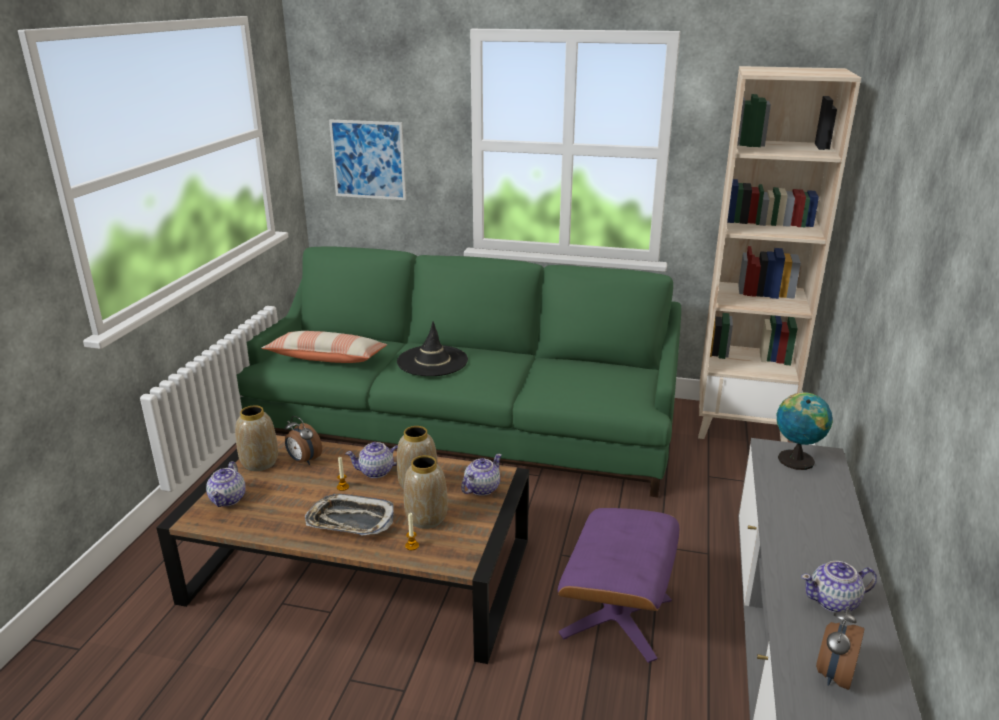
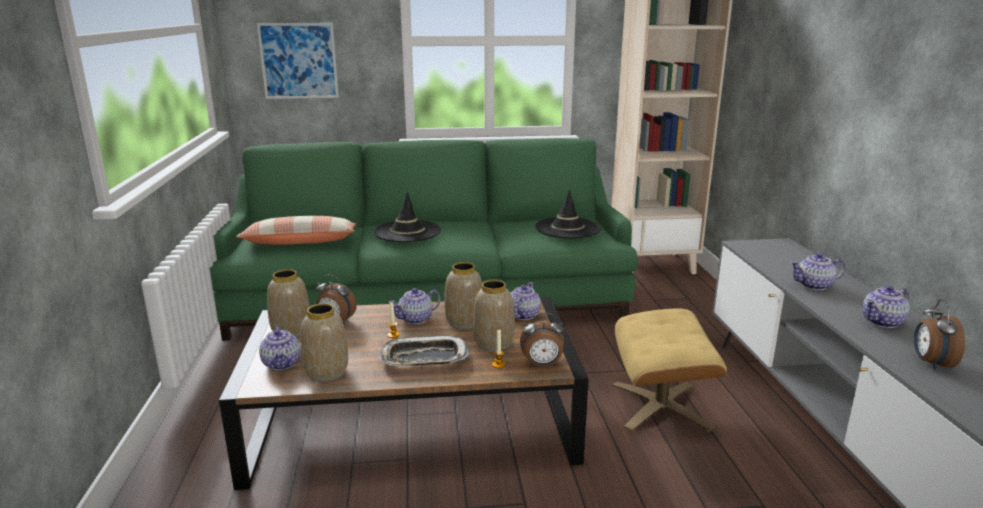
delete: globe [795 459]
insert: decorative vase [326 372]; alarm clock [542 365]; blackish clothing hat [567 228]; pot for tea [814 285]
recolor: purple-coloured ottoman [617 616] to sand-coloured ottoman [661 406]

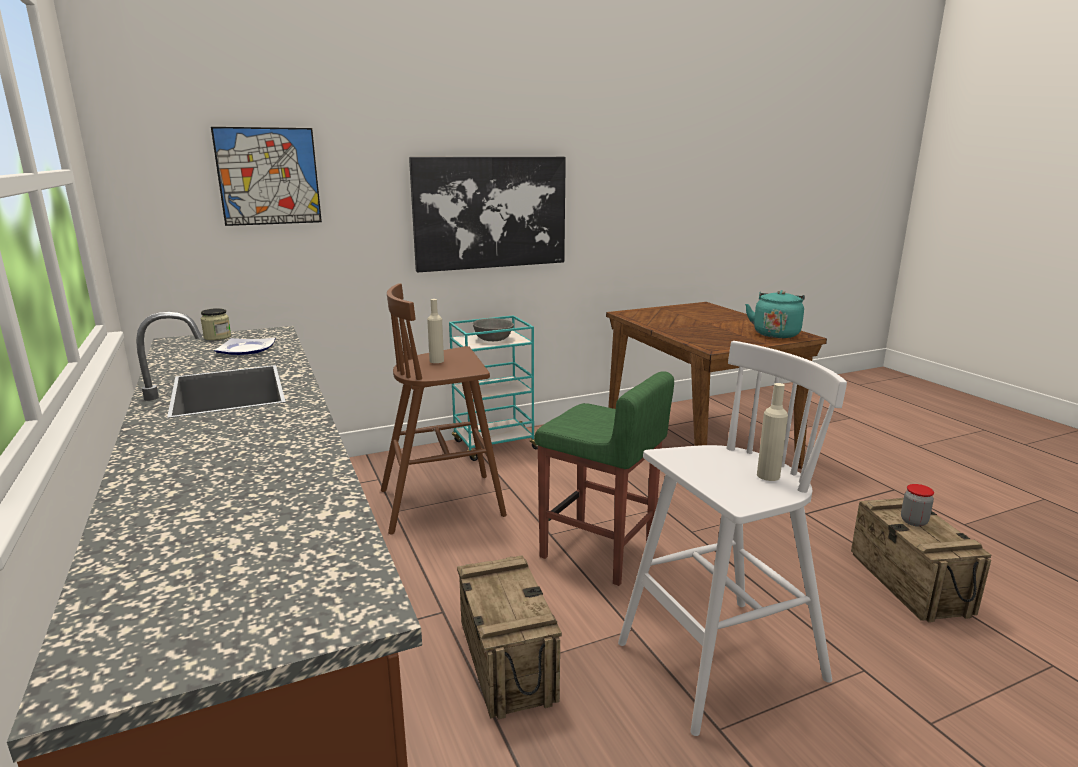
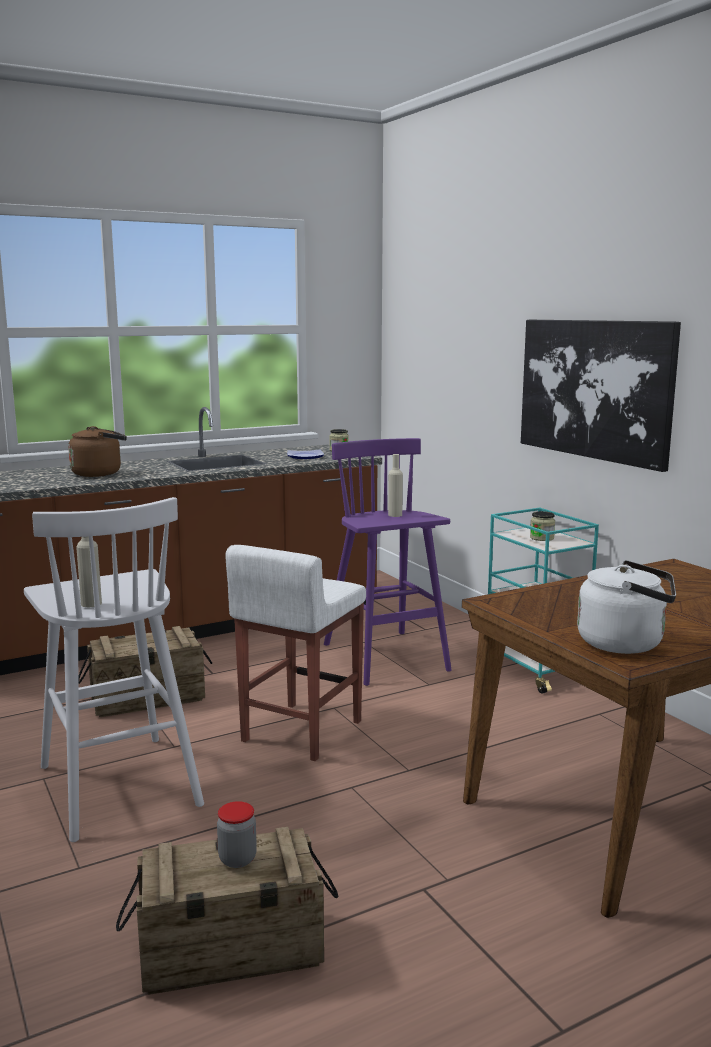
delete: picture [268 176]
insert: brown-coloured tea kettle [99 473]
replace: gray deep dish [493 339] to storage jar [542 538]
recolor: brown-coloured stool seat [444 502] to purple-coloured stool seat [386 658]; green-coloured stool seat [599 552] to white-coloured stool seat [300 731]; turquoise-coloured tea kettle [775 333] to white-coloured tea kettle [625 643]

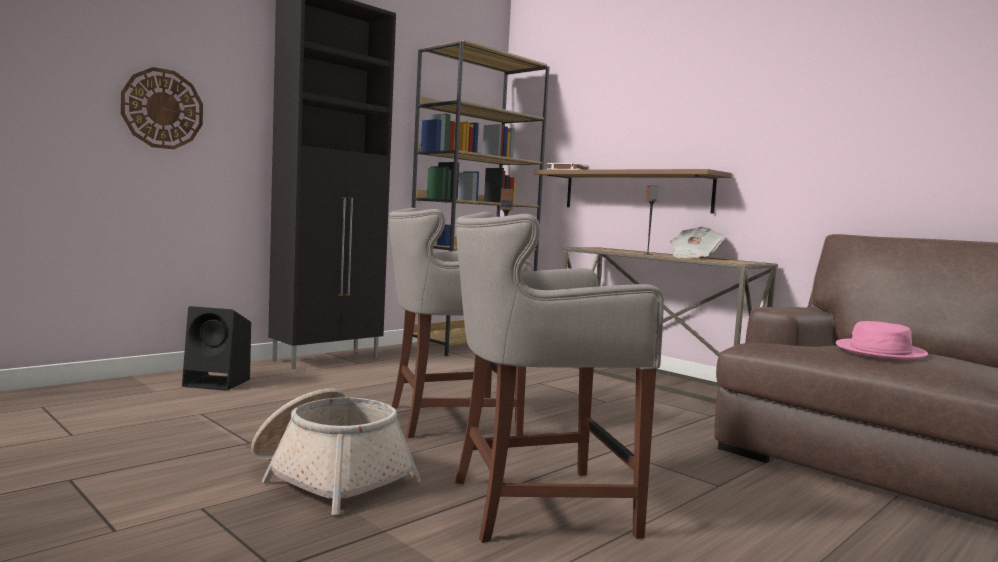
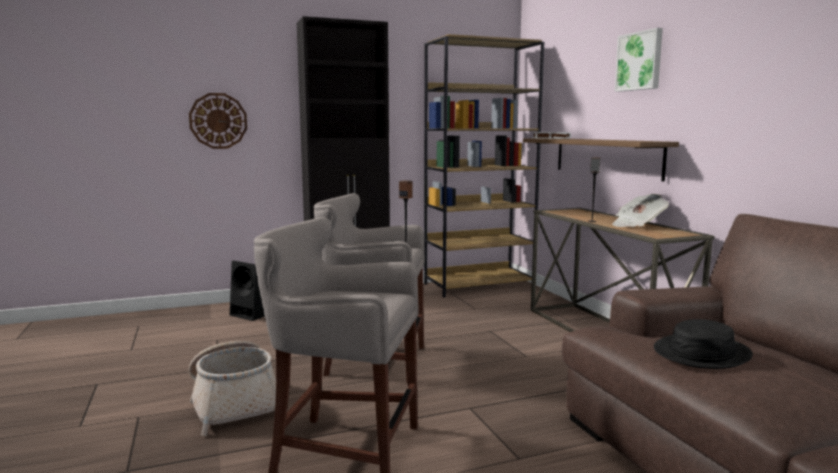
insert: picture [640 61]
recolor: pink-coloured clothing hat [879 351] to blackish clothing hat [701 353]

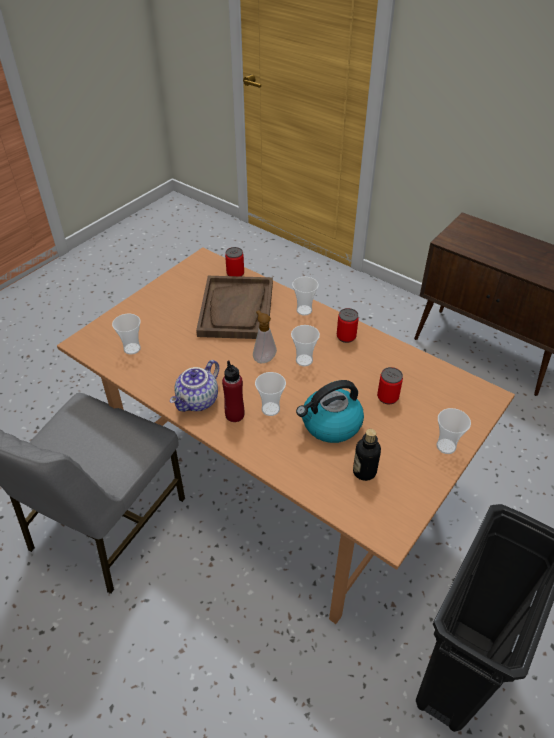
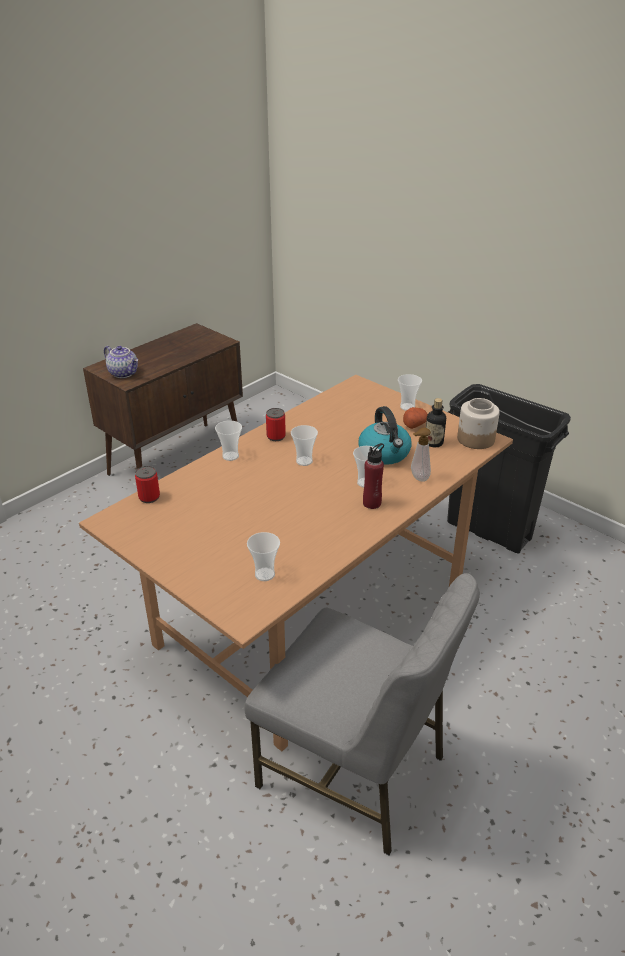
delete: brown-coloured carrying tray [236 309]; can [387 397]
insert: spud [414 424]; storage jar [475 439]
move: pot for tea [198 401] to [124 373]; soap dispenser [263 358] to [418 478]

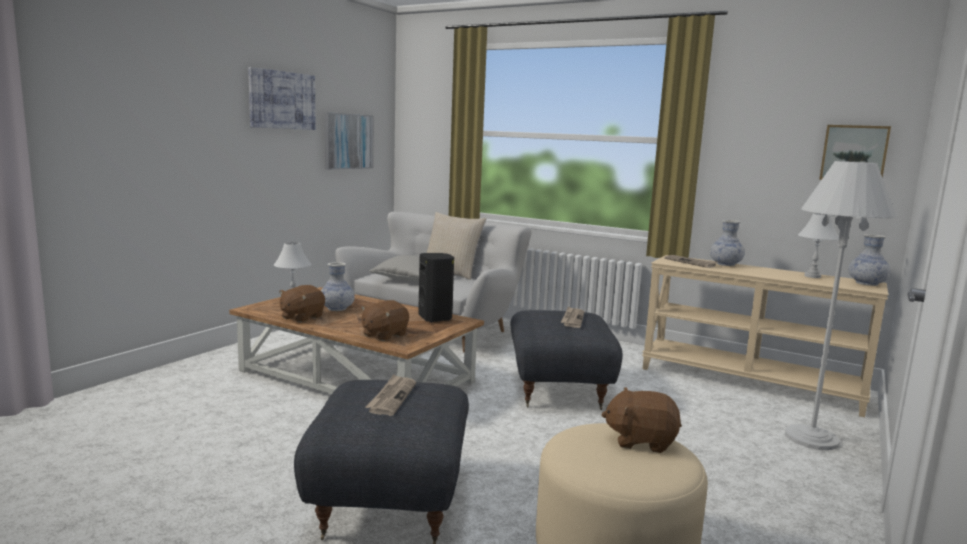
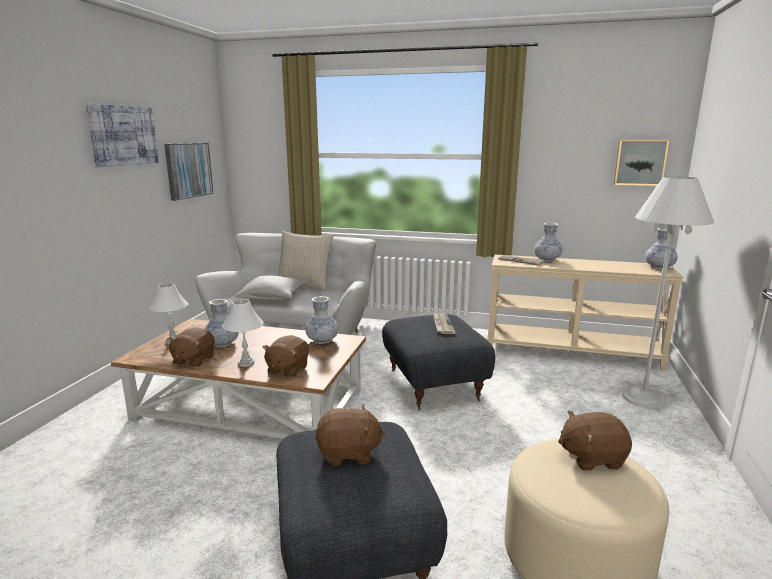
move: white-coloured tabletop lamp [812 276] to [246 363]
replace: daily paper [391 397] to brown-coloured soft toy [348 453]; blackish audio speaker [436 318] to decorative vase [322 340]

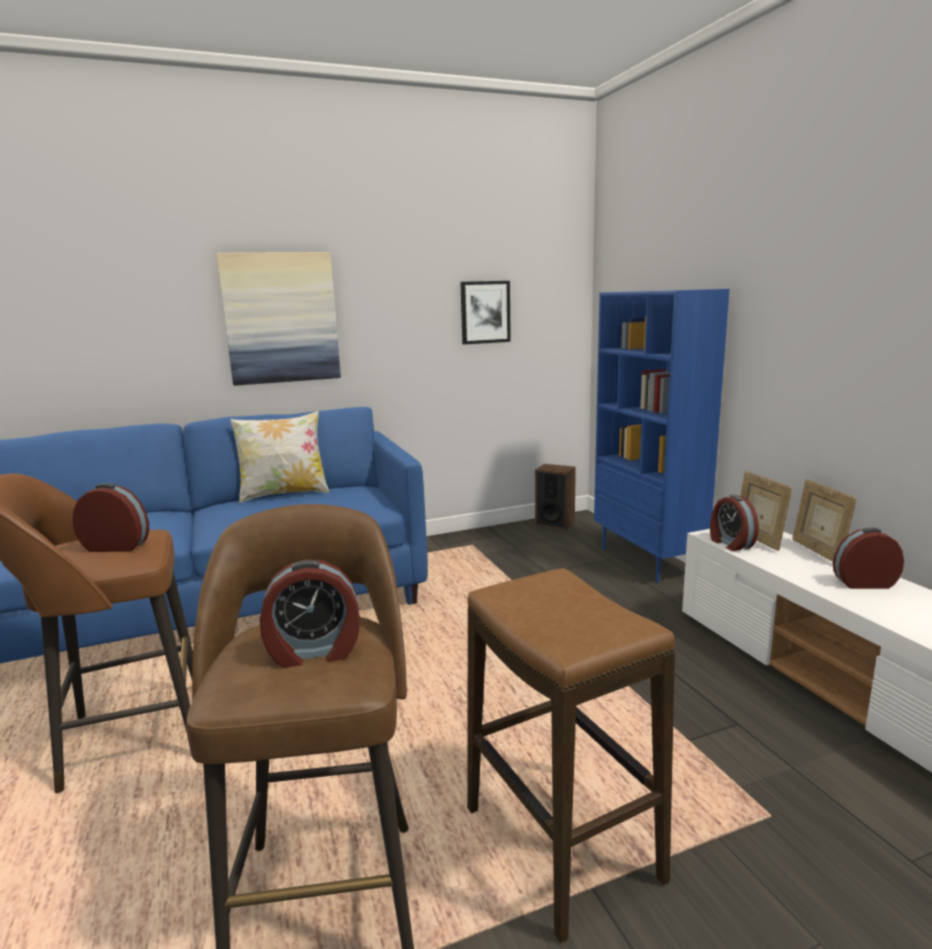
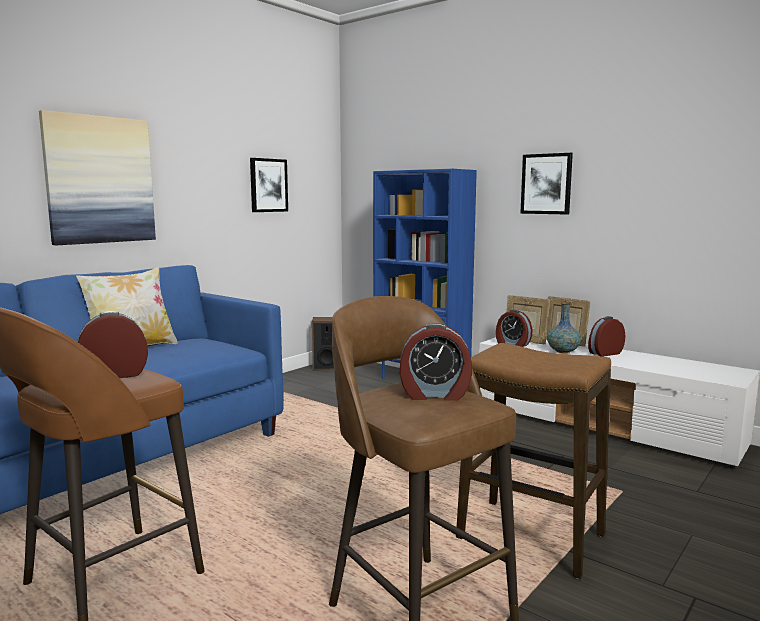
insert: picture [546 184]; decorative vase [563 351]
rotate: alarm clock [314 652] = [435 395] 45 degrees clockwise

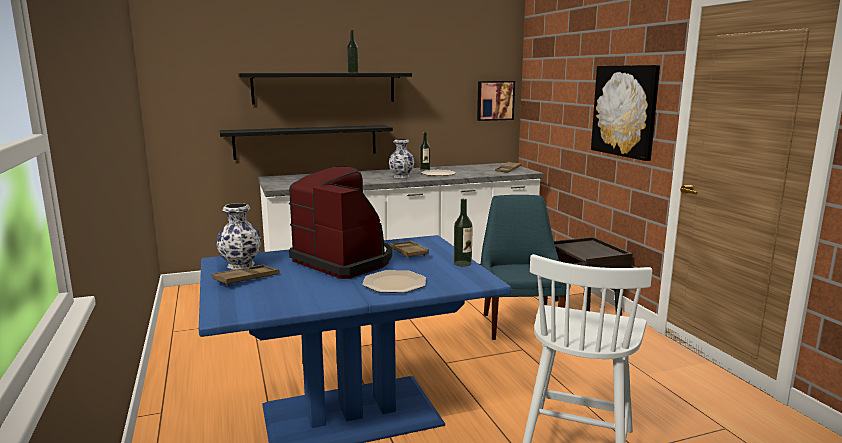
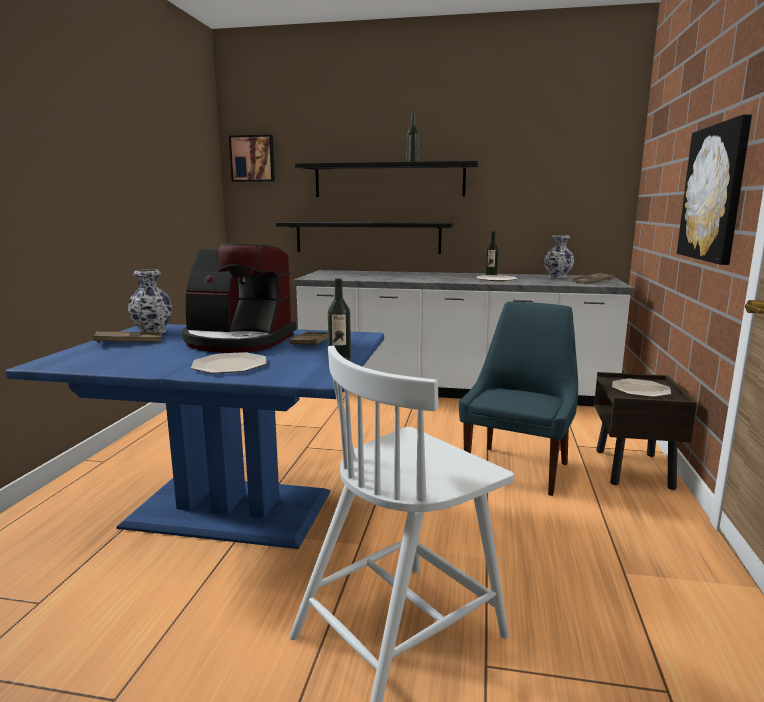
insert: dinner plate [640 389]
move: decorative vase [401 176] to [557 276]; picture [495 100] to [253 158]
rotate: coffee maker [344 261] = [238 341] 120 degrees clockwise

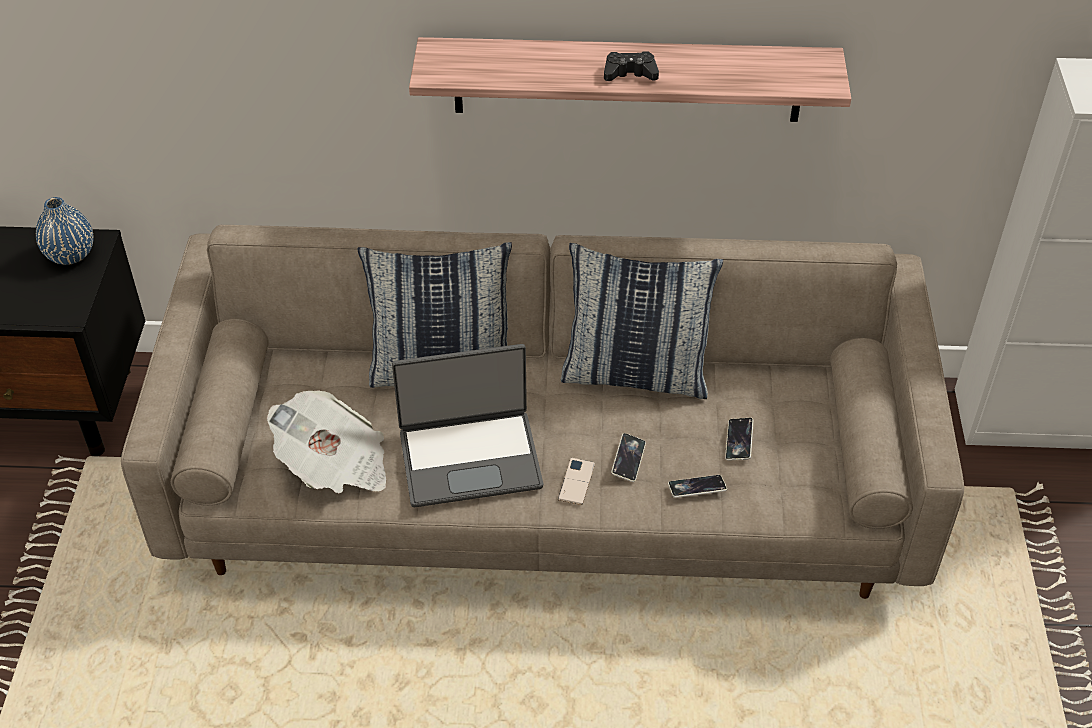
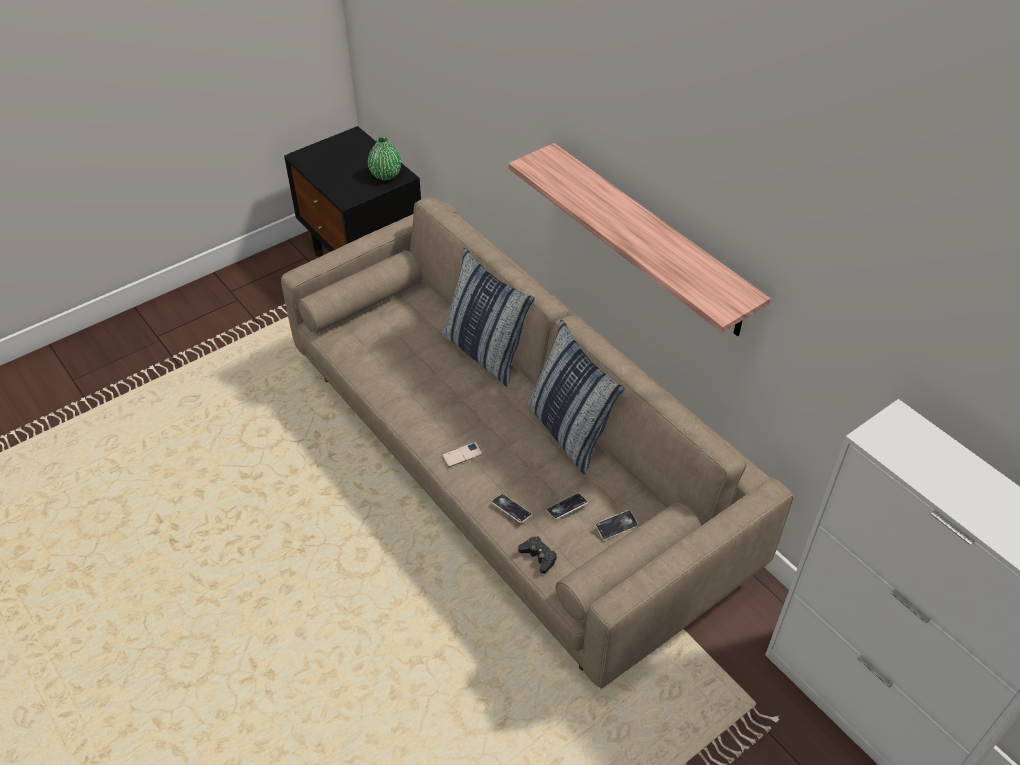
delete: daily paper [335 465]; laptop [470 457]
move: blackish joypad [630 73] to [538 556]; phone [628 460] to [616 526]
recolor: blue-coloured decorative vase [70 254] to green-coloured decorative vase [385 174]

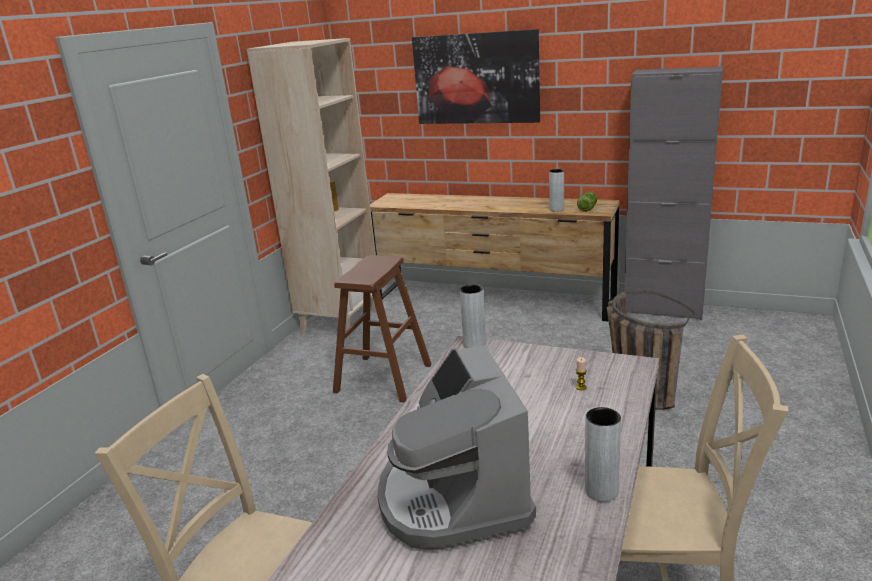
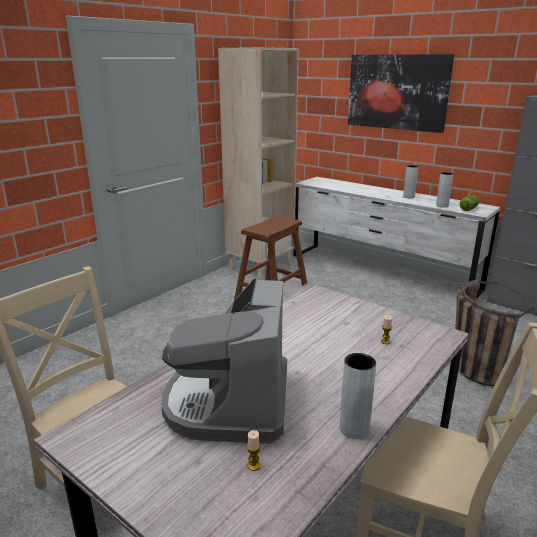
insert: wax candle [253 465]
move: gray decorative vase [474 345] to [408 197]
recolor: brown-coloured chest of drawers [492 299] to white-coloured chest of drawers [381 272]

